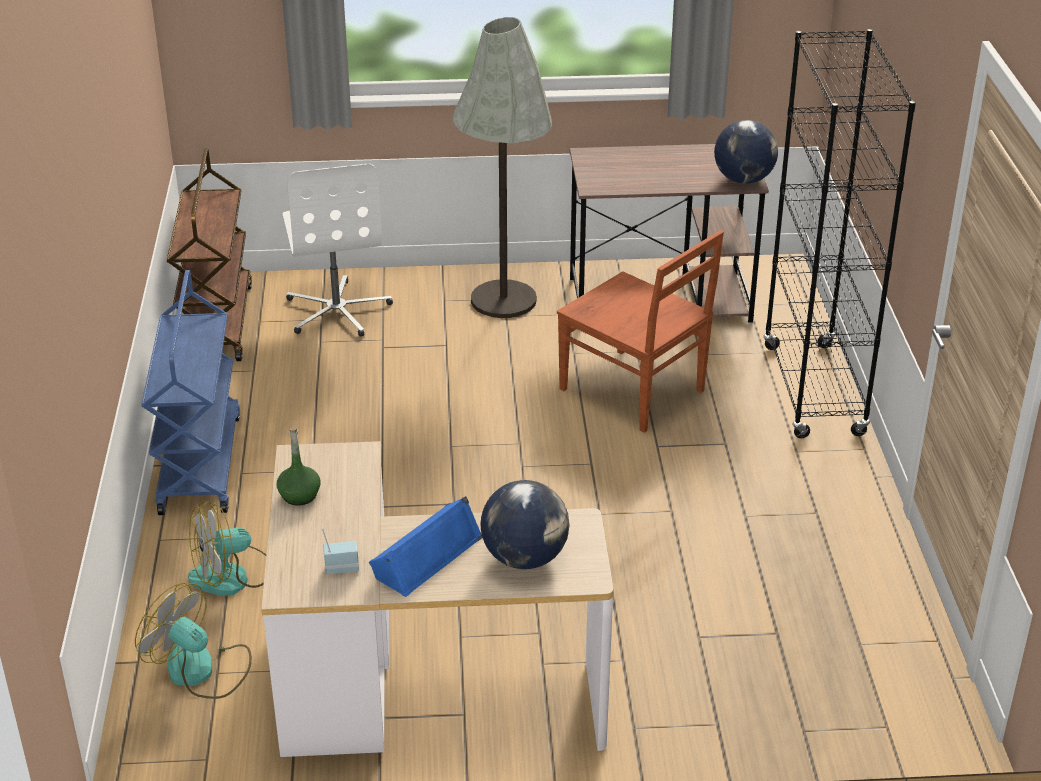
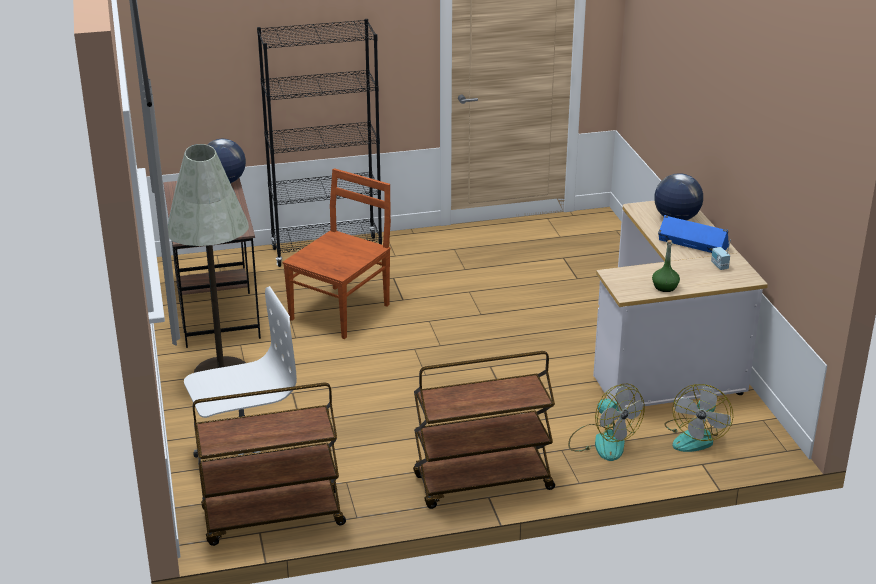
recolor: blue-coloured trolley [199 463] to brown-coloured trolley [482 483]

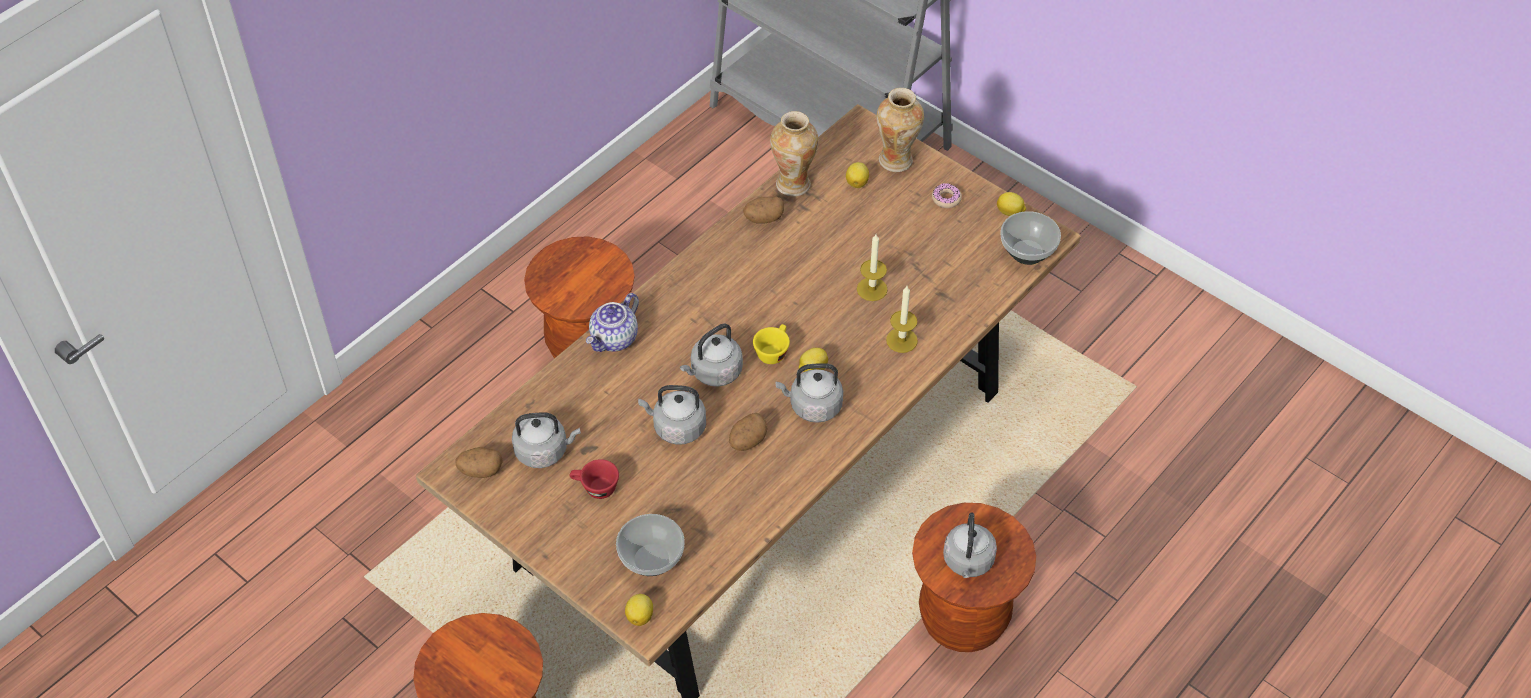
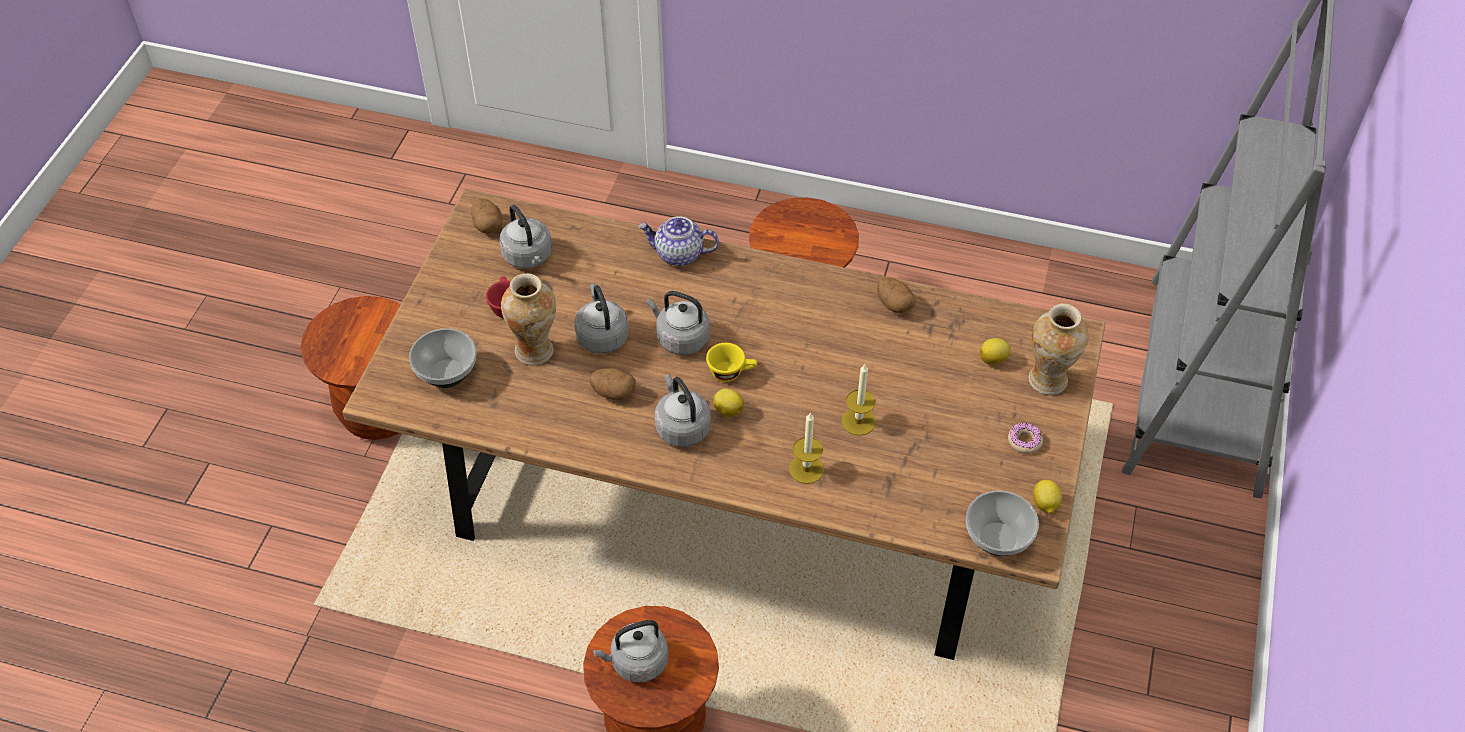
delete: citrus fruit [640 616]
move: decorative vase [793 184] to [535 351]

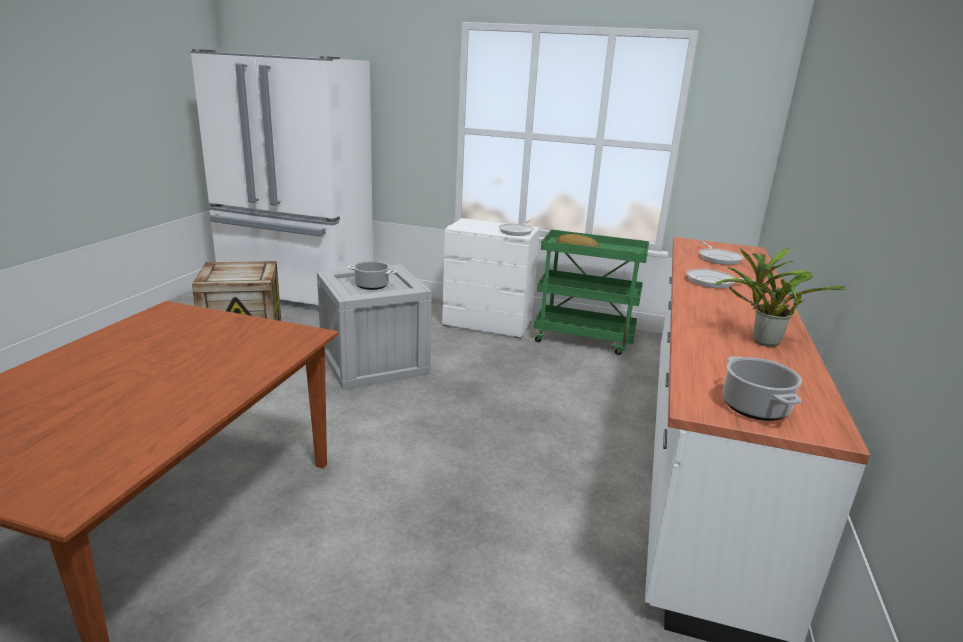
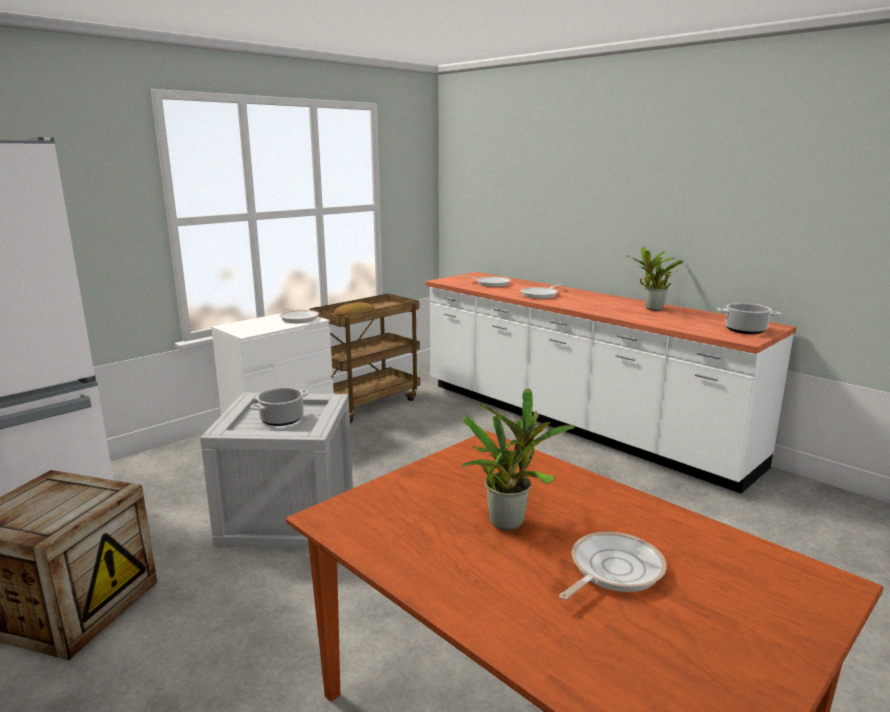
insert: plant in a pot [509 520]; skillet [612 570]
recolor: green-coloured trolley [584 339] to brown-coloured trolley [369 403]

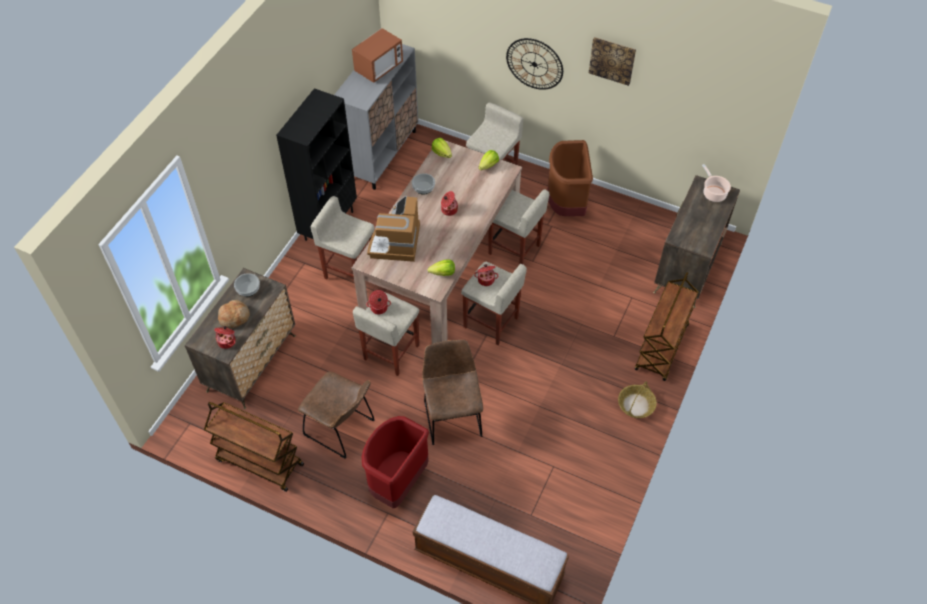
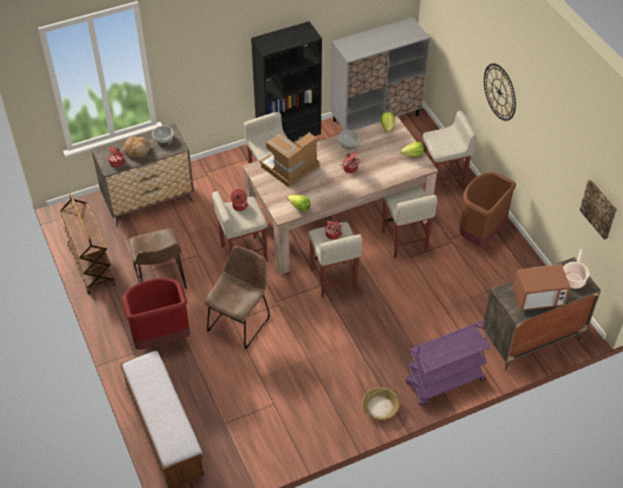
move: microwave [379 68] to [538 298]; picture [612 60] to [599 209]
recolor: brown-coloured trolley [661 348] to purple-coloured trolley [444 382]

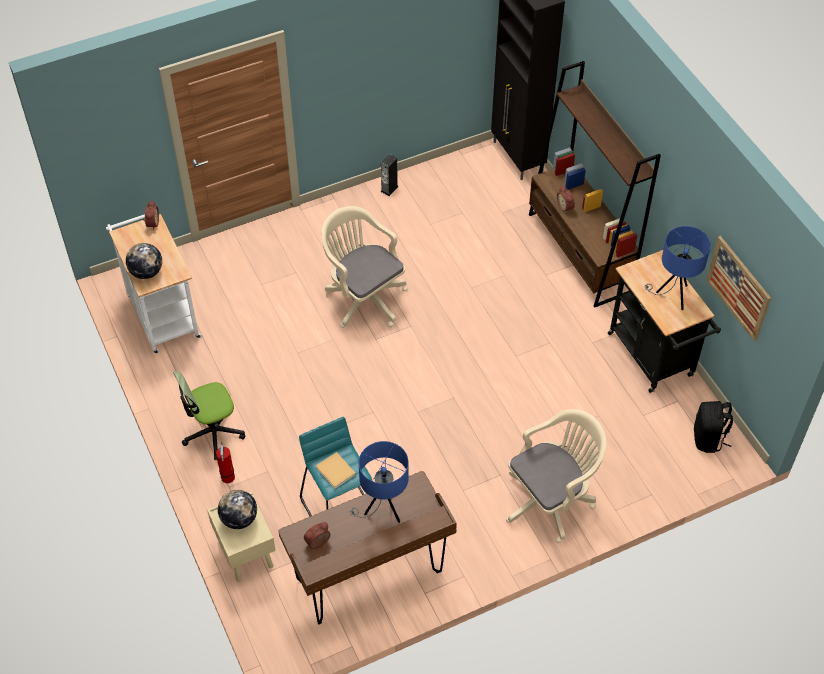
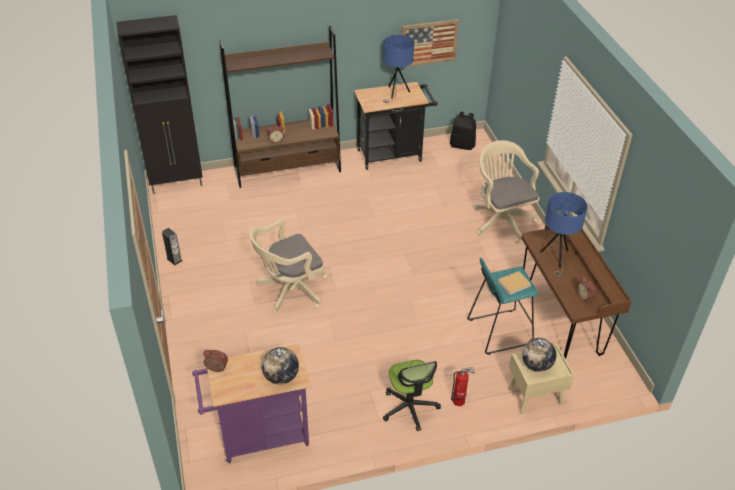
recolor: white-coloured trolley [161 313] to purple-coloured trolley [258 437]

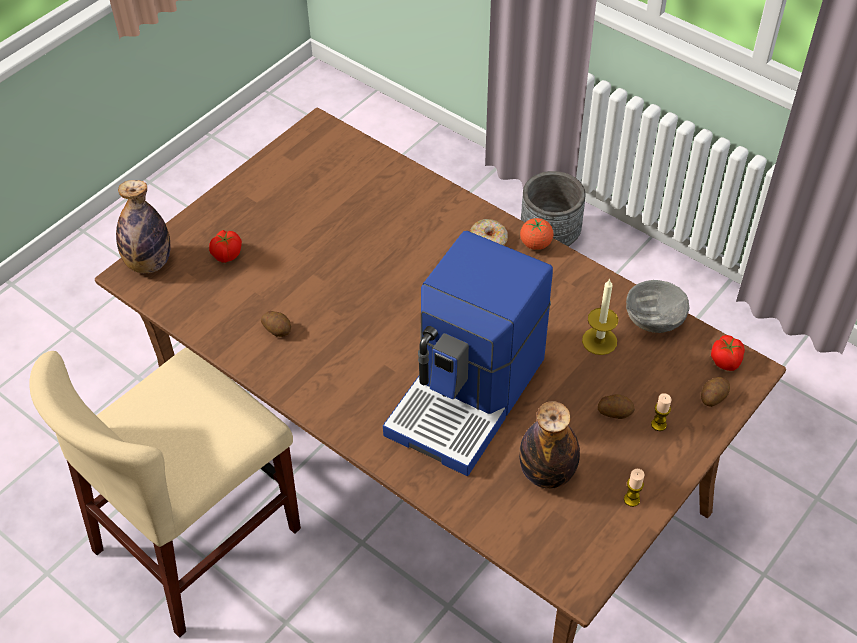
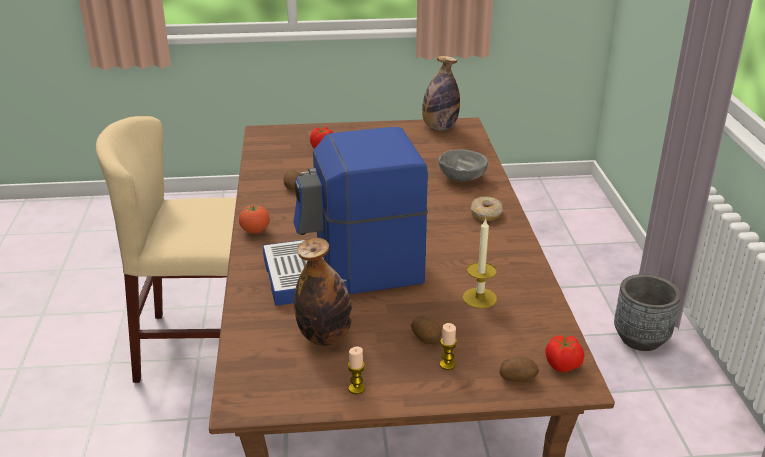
move: bottle [149 263] to [439 128]; tomato [535 244] to [255 231]; gray deep dish [654 319] to [462 178]

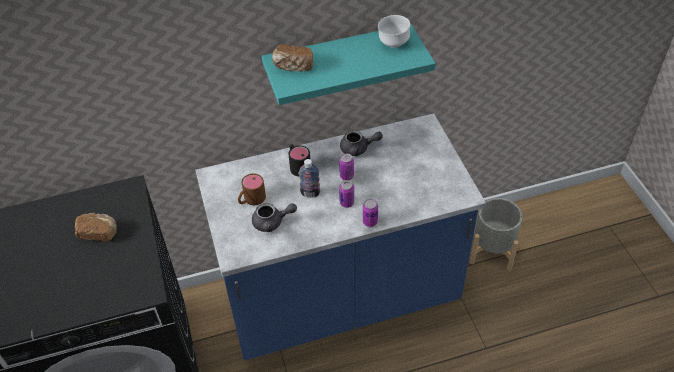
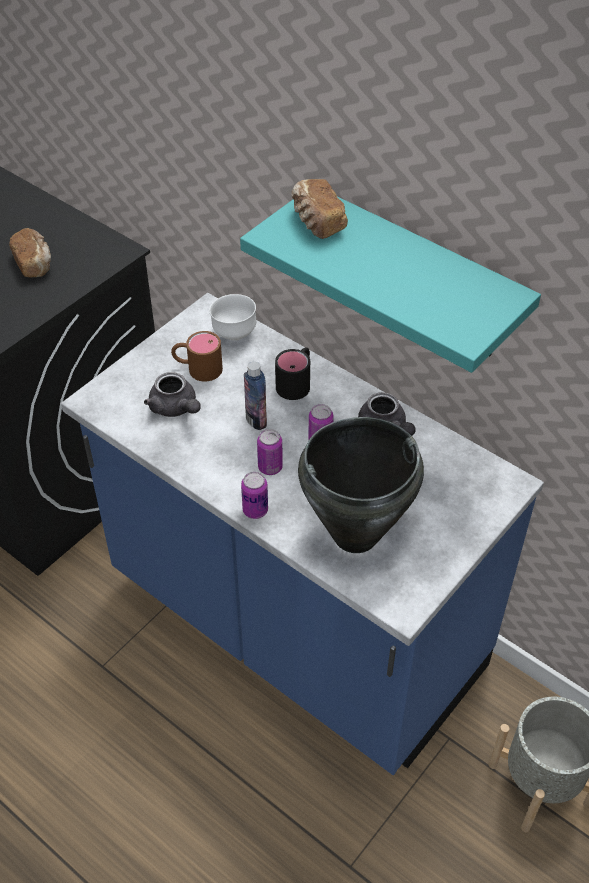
insert: blackish cooking pot [354 534]
move: white-coloured deep dish [393 44] to [234 334]

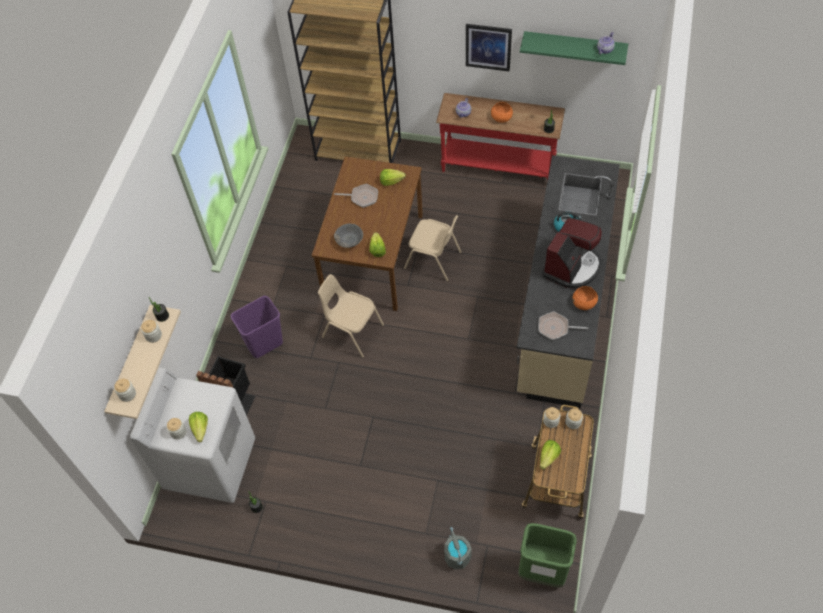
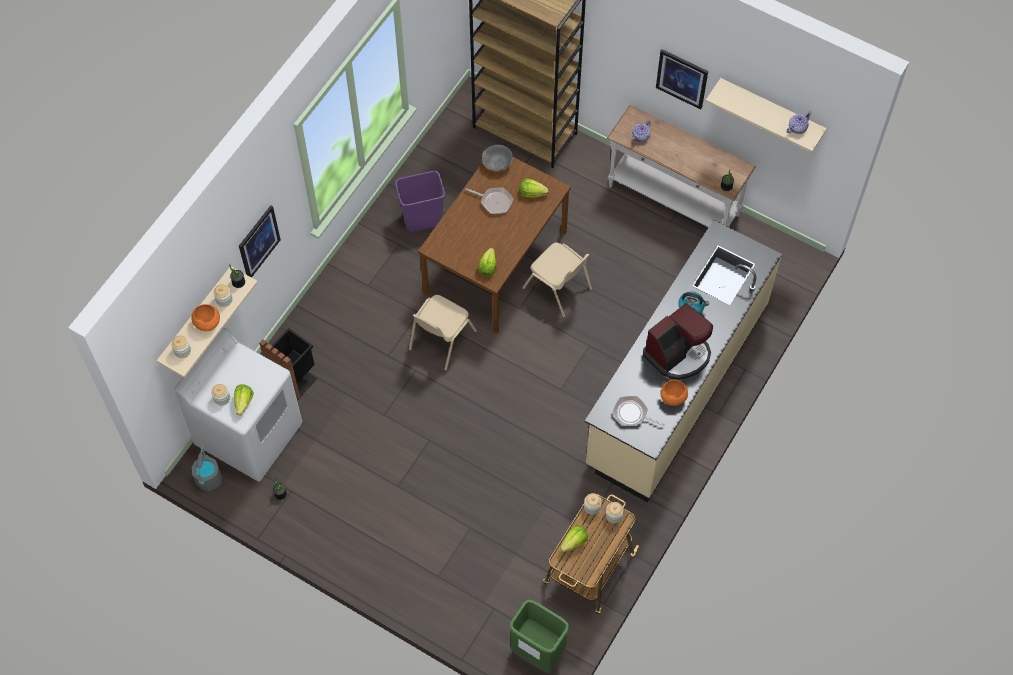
insert: picture [258 242]
move: purple-coloured rubbish bin [264 343] to [422 219]; gray deep dish [349 241] to [497 163]; gray bucket [457 556] to [209 478]; orange-coloured deep dish [501 118] to [207 323]
recolor: reddish console table [498 168] to white-coloured console table [673 201]; green-coloured wall shelf [574 47] to sand-coloured wall shelf [771 111]
rotate: sand-coloured upright chair [352 331] = [441 340] 105 degrees counterclockwise

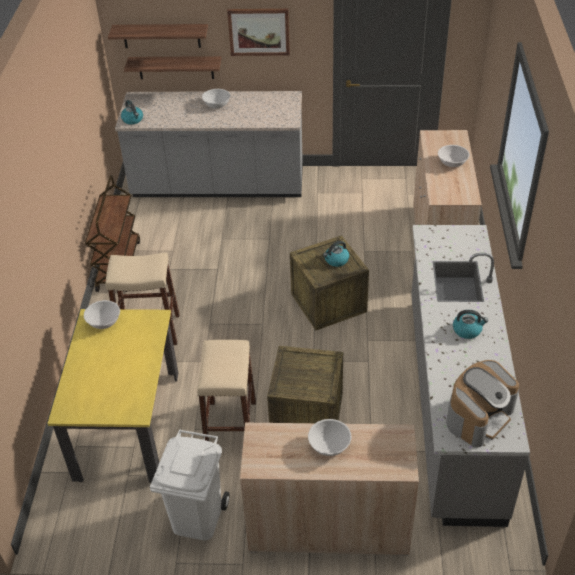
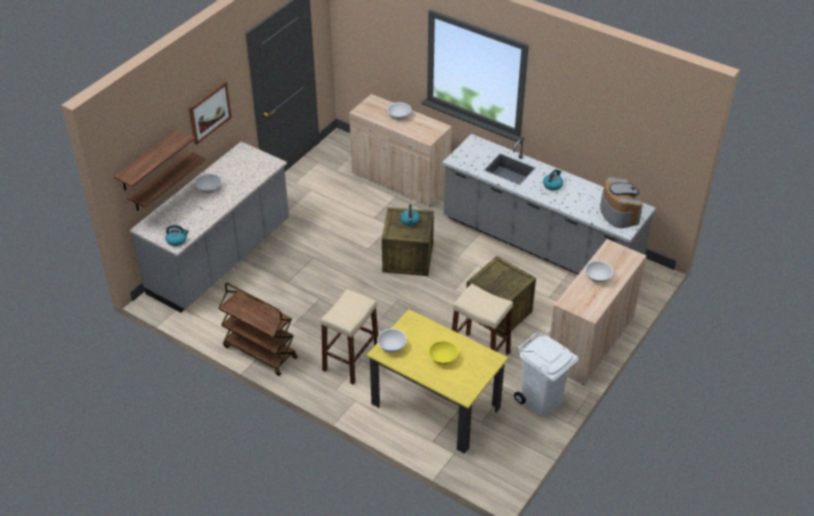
insert: yellow deep dish [442 358]

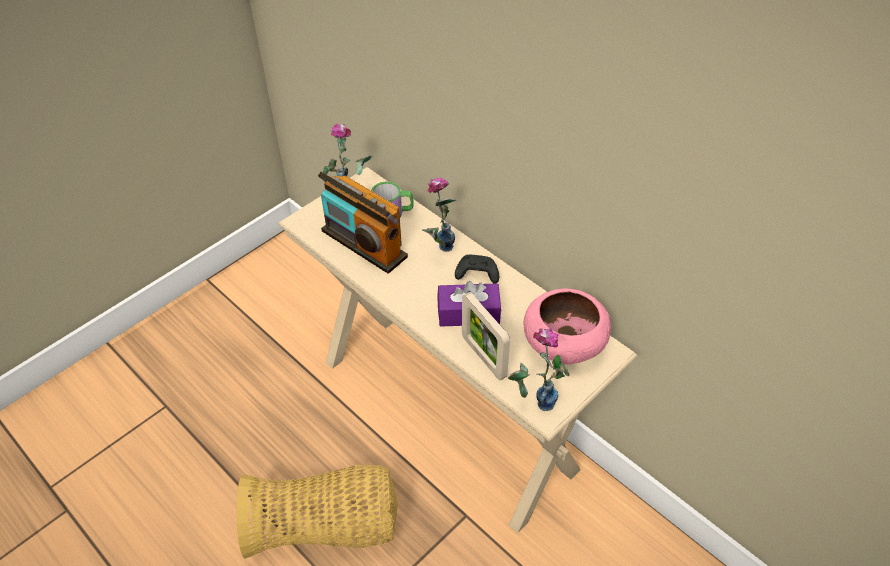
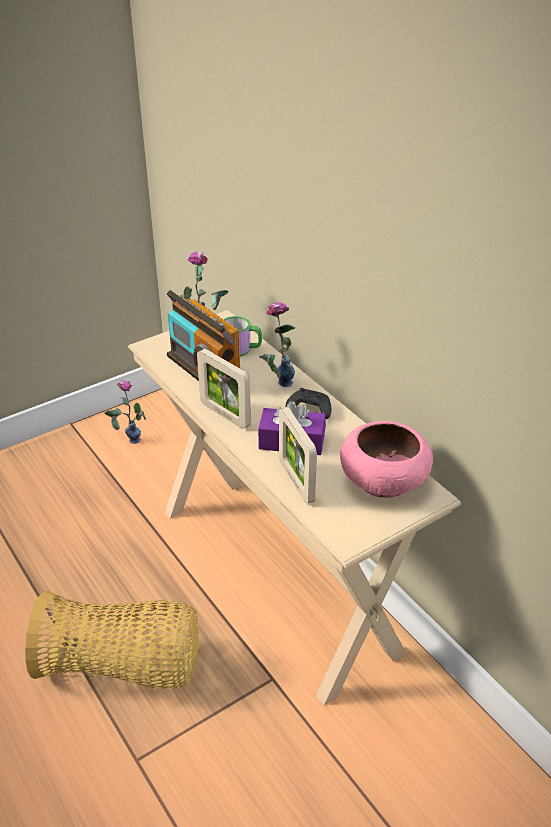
insert: photo frame [225 415]
move: decorative vase [534 401] to [128 438]

